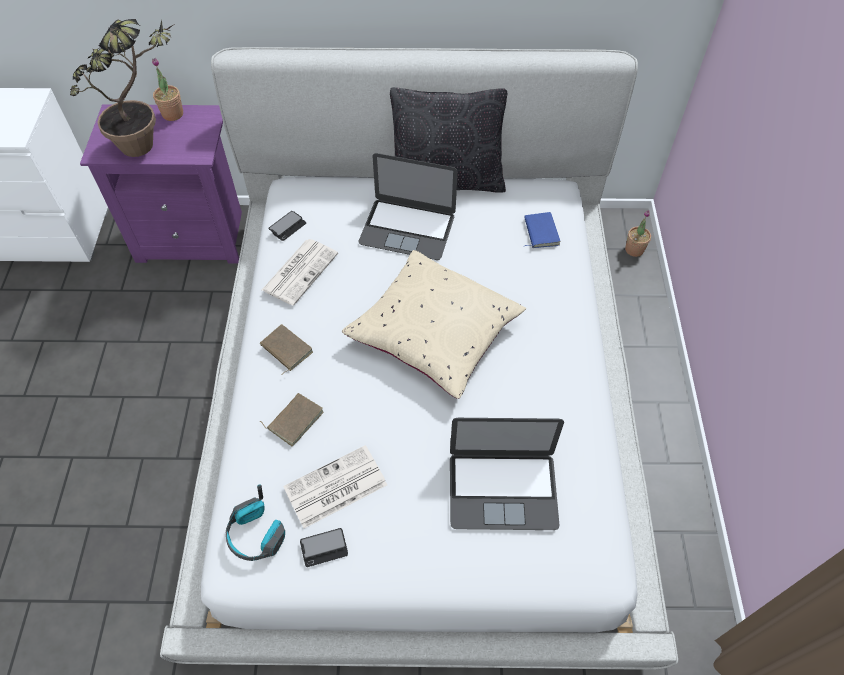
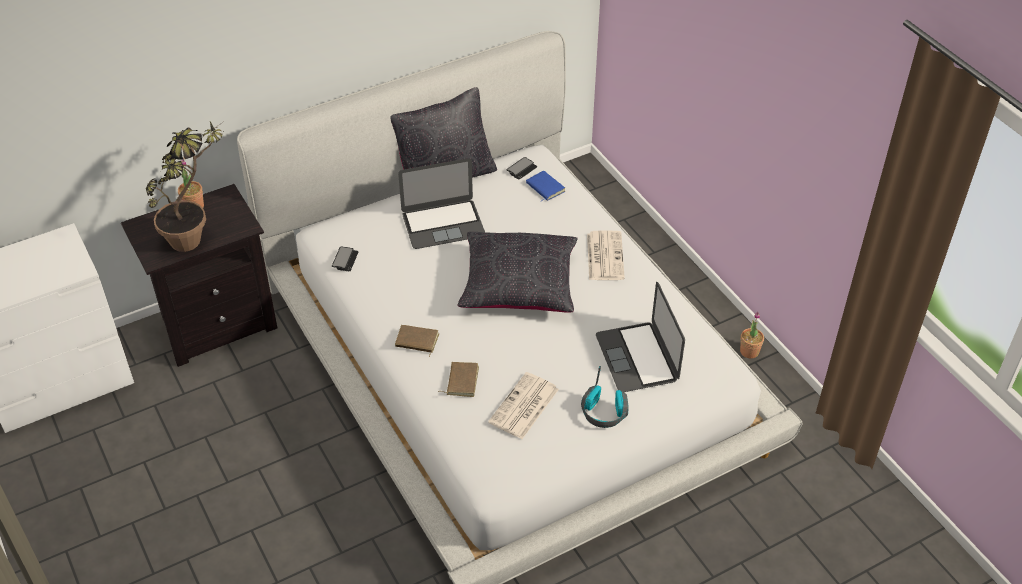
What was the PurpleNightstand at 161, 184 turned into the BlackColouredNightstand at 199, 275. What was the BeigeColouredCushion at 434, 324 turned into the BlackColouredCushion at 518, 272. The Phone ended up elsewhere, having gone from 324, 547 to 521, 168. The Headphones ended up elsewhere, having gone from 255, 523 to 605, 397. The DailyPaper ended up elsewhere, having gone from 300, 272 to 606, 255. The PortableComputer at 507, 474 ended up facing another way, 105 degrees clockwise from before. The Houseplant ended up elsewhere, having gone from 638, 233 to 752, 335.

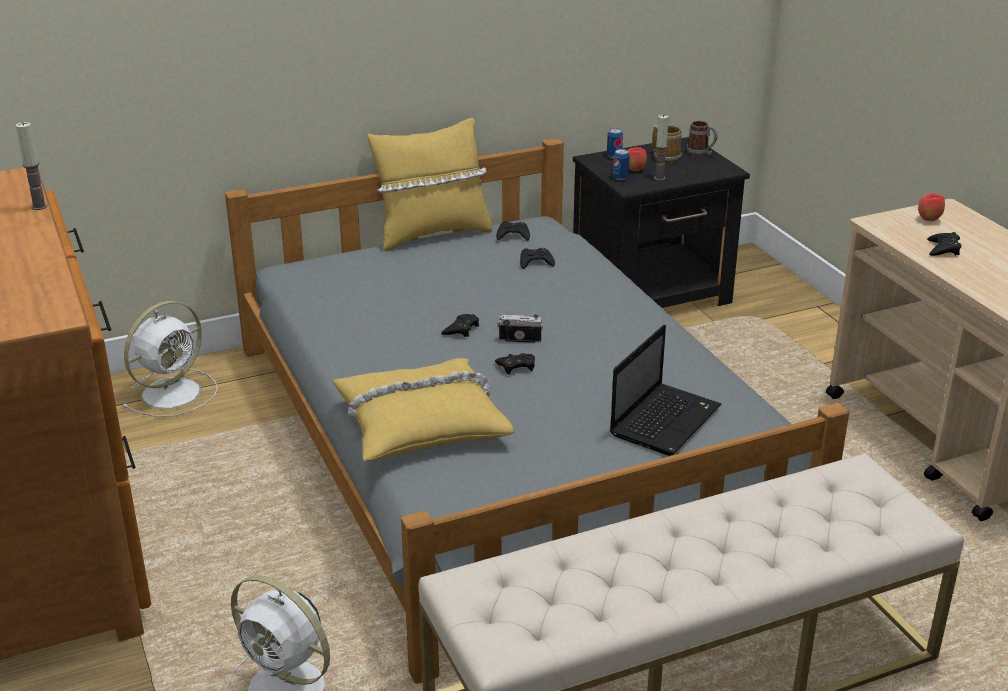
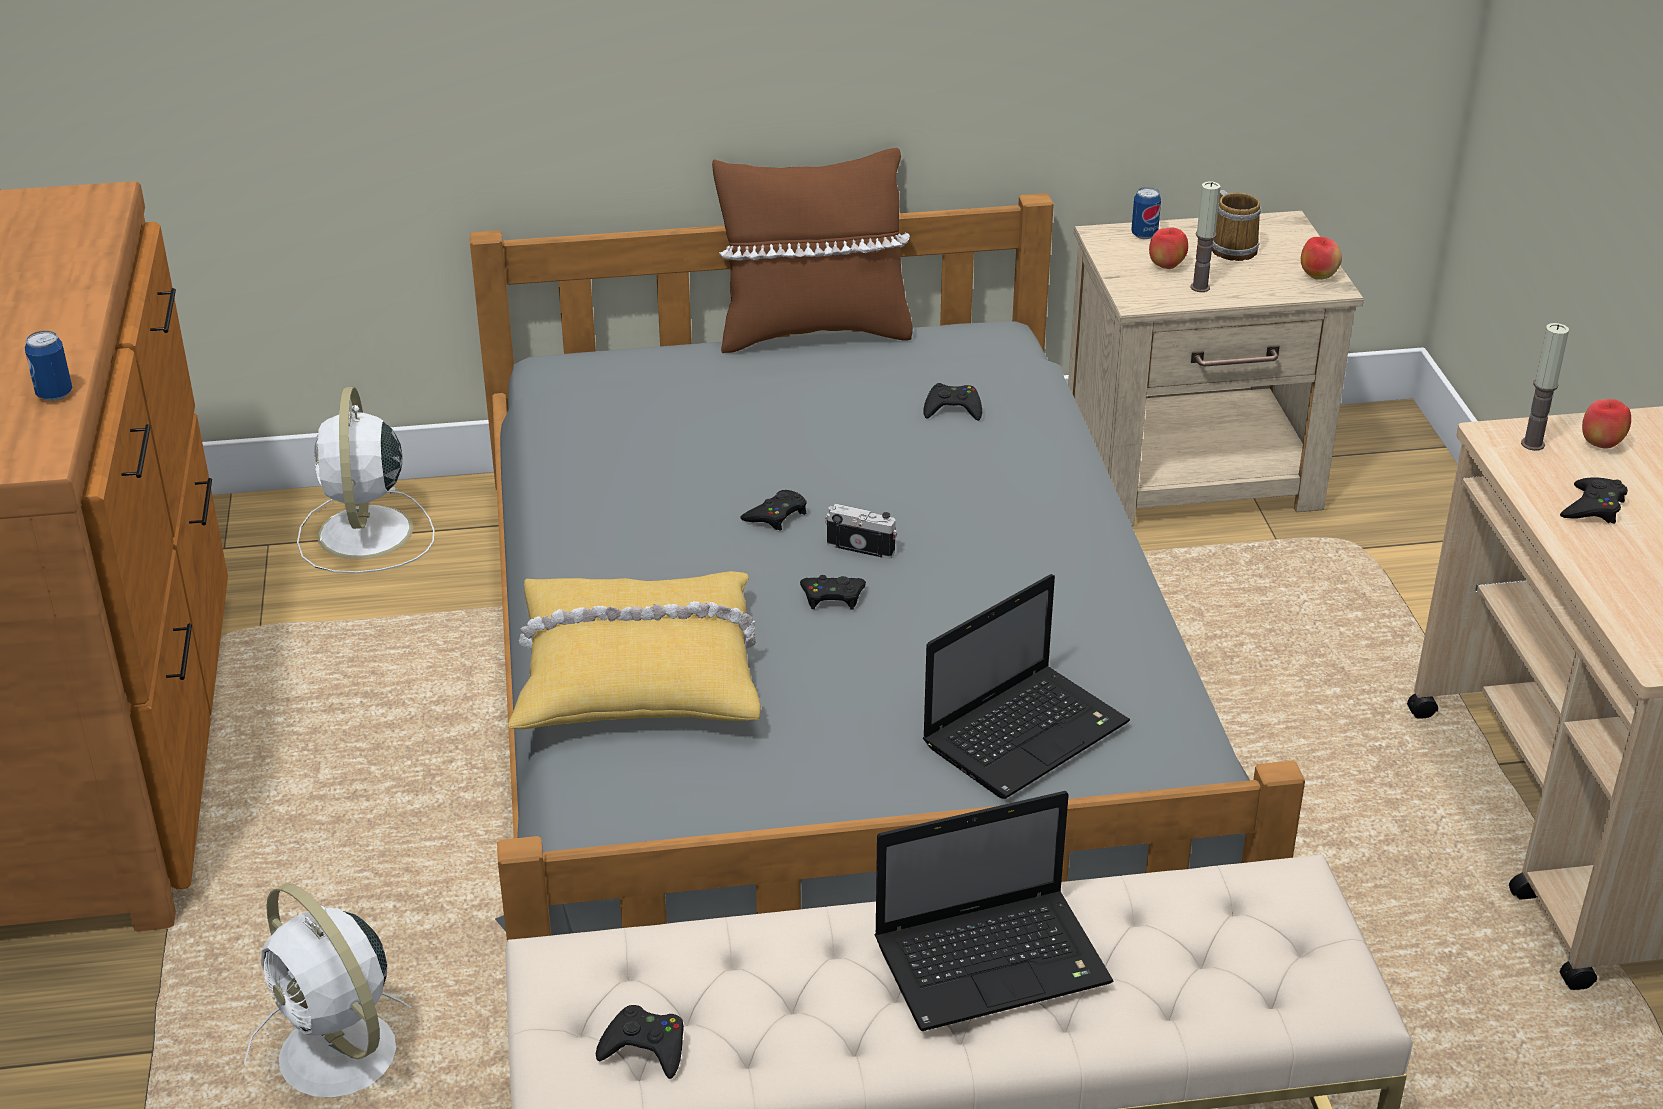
The SealedCan ended up elsewhere, having gone from 621, 164 to 48, 366. The WhiteColouredElectricFan at 170, 359 ended up facing another way, 120 degrees clockwise from before. The BlackColouredJoypad ended up elsewhere, having gone from 513, 231 to 640, 1042. What was the YellowCushion at 430, 184 turned into the BrownColouredCushion at 812, 250. The second view gained the PortableComputer at 994, 911. What was the BlackColouredNightstand at 661, 222 turned into the BeigeColouredNightstand at 1216, 368. The second view gained the WholeApple at 1321, 258. The Candle ended up elsewhere, having gone from 31, 166 to 1545, 387. The second view lost the CoffeeMug at 702, 138.

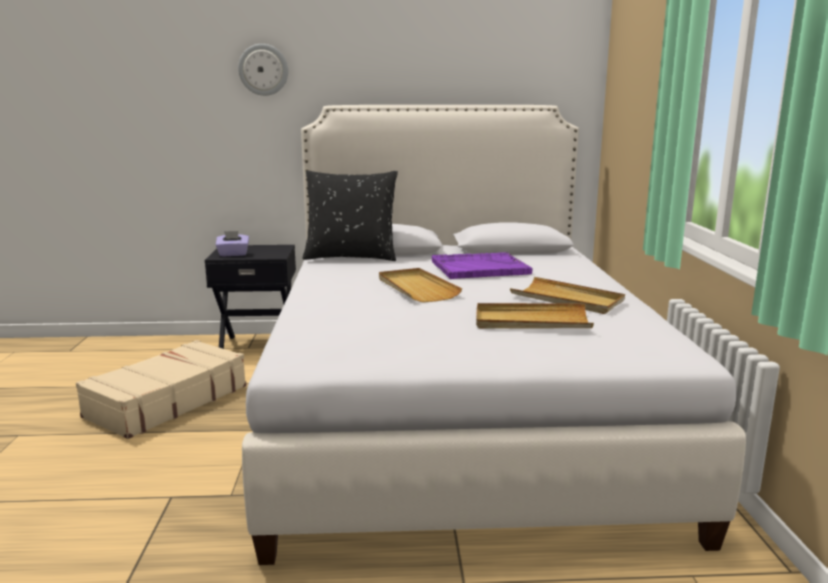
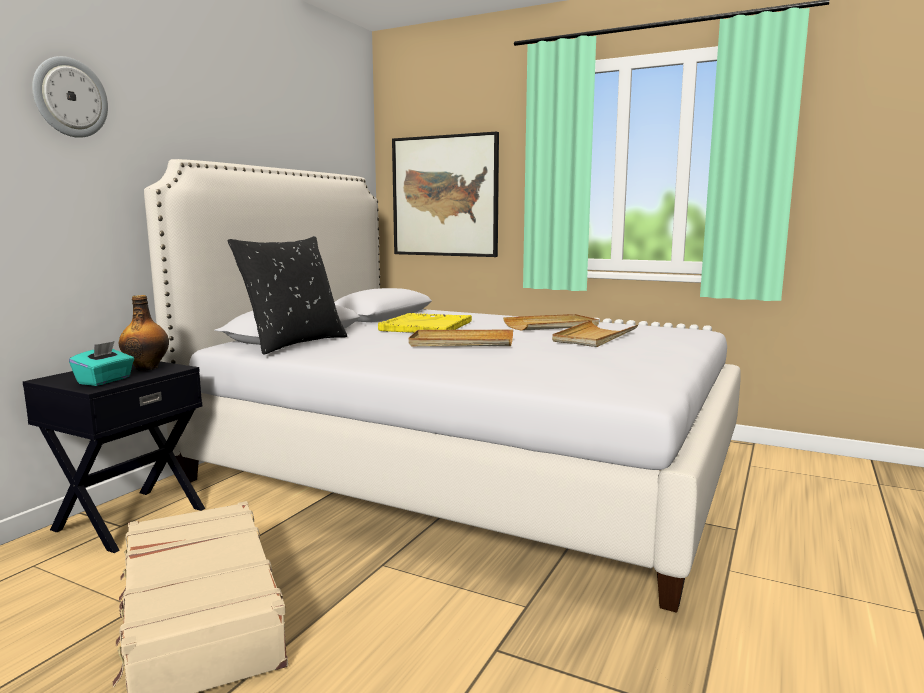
What was the PurpleTissueHolder at 232, 243 turned into the TurquoiseColouredTissueHolder at 101, 363. The second view gained the DrinkBottle at 144, 333. What was the PurpleServingTray at 482, 265 turned into the YellowServingTray at 425, 323. The second view gained the WallArt at 445, 194.

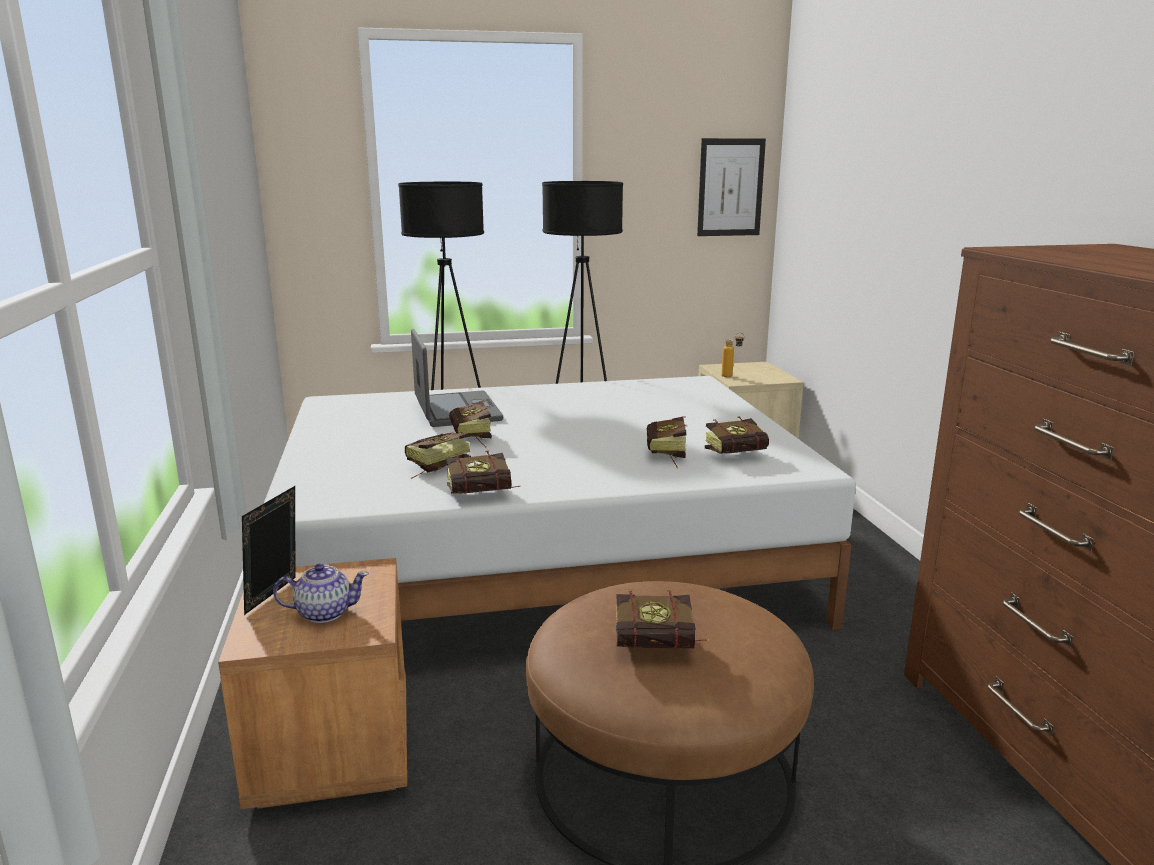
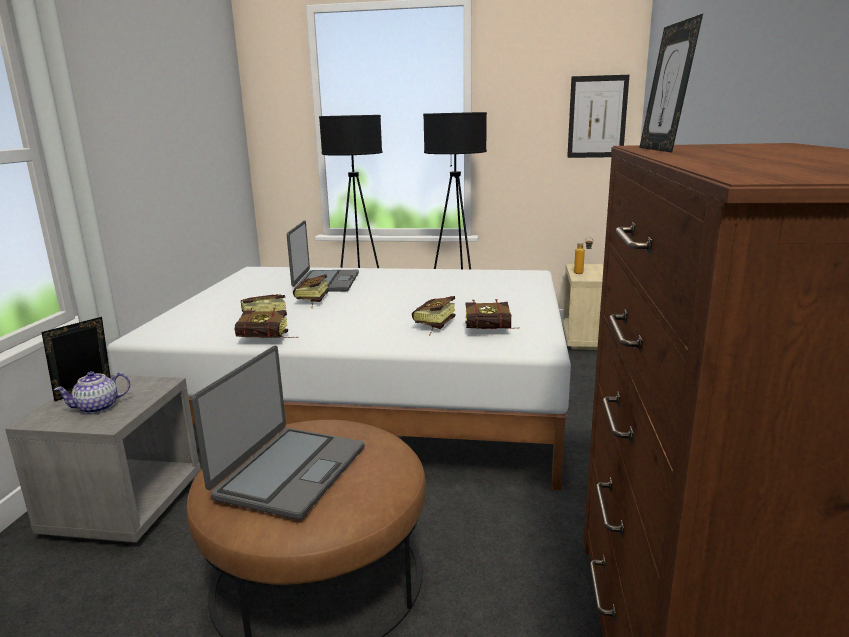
What was the BrownColouredNightstand at 312, 683 turned into the GreyNightstand at 103, 459. The PotForTea at 321, 593 ended up facing another way, 135 degrees clockwise from before. Where the Book stood at 662, 618, the PortableComputer came to stand at 277, 432. The second view gained the PictureFrame at 671, 83.

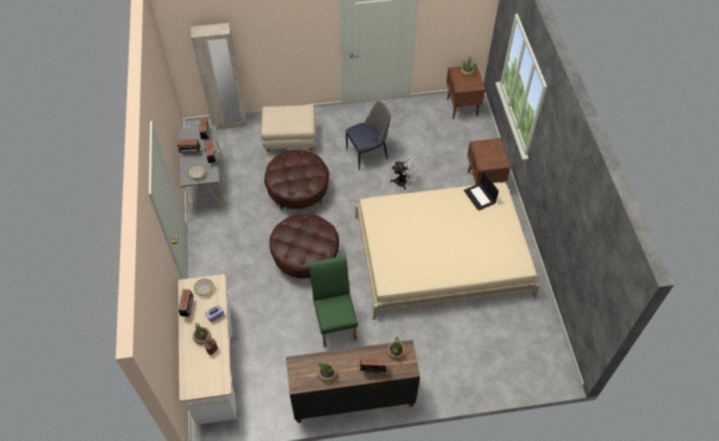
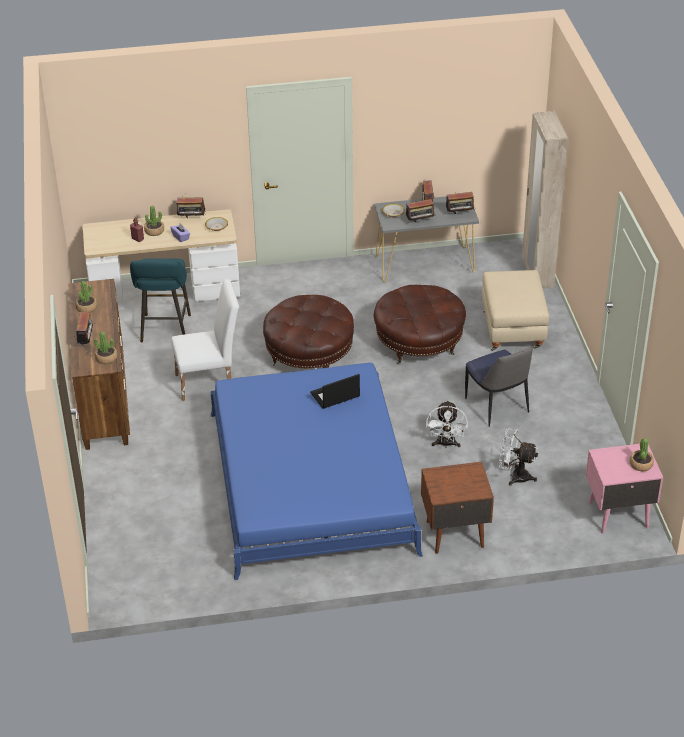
The second view gained the TurquoiseColouredStool at 160, 300. What was the GreenUprightChair at 333, 302 turned into the WhiteColouredUprightChair at 205, 340. What was the BeigeColouredSleepingBed at 447, 251 turned into the BlueColouredSleepingBed at 316, 471. The PortableComputer ended up elsewhere, having gone from 481, 191 to 335, 391. The second view gained the WhiteColouredElectricFan at 518, 457. What was the BrownColouredNightstand at 465, 92 turned into the PinkishNightstand at 624, 489.

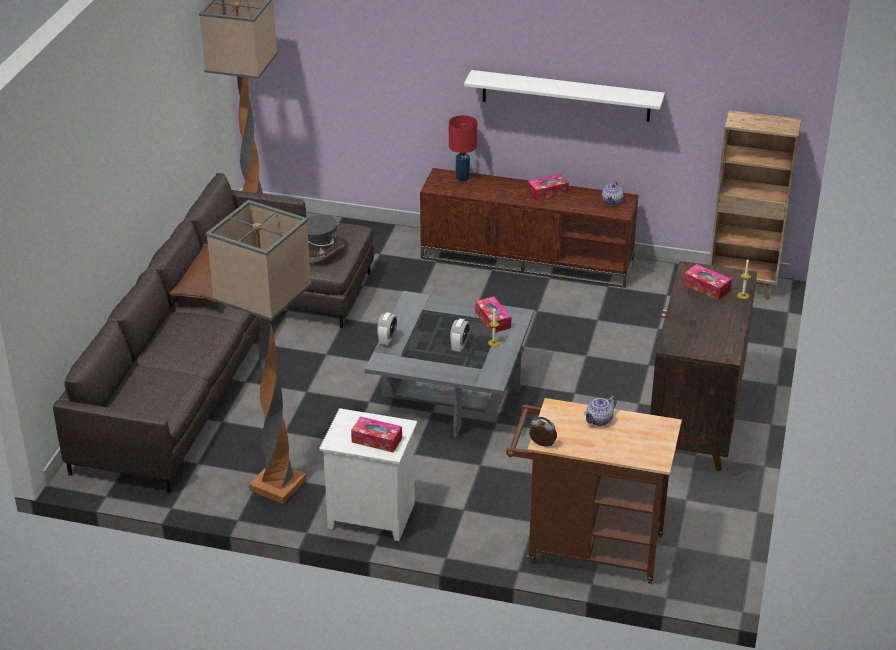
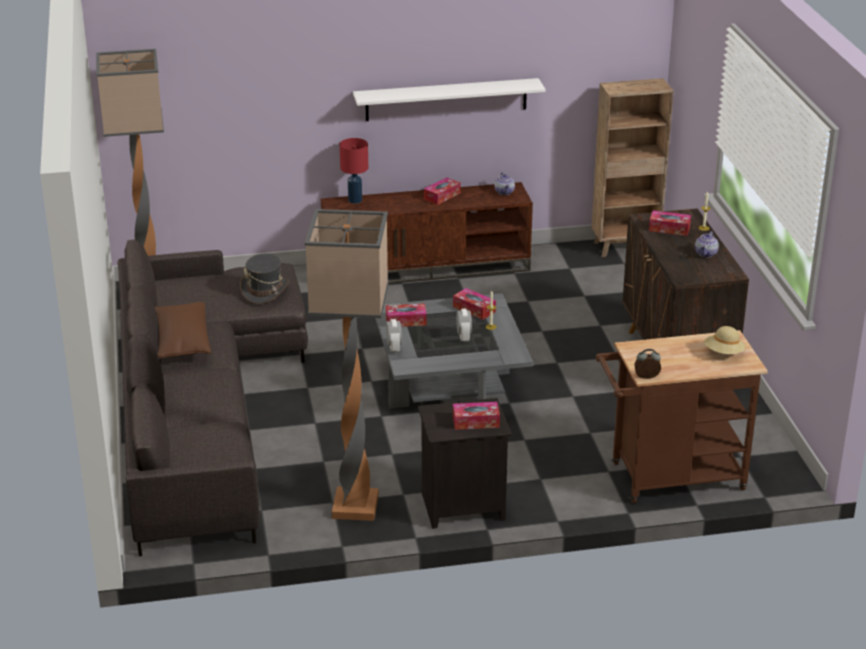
The second view gained the TissueHolder at 406, 315. What was the WhiteColouredNightstand at 368, 474 turned into the BlackColouredNightstand at 465, 463. The PotForTea ended up elsewhere, having gone from 600, 411 to 707, 244. The second view gained the BeigeColouredHat at 725, 340.

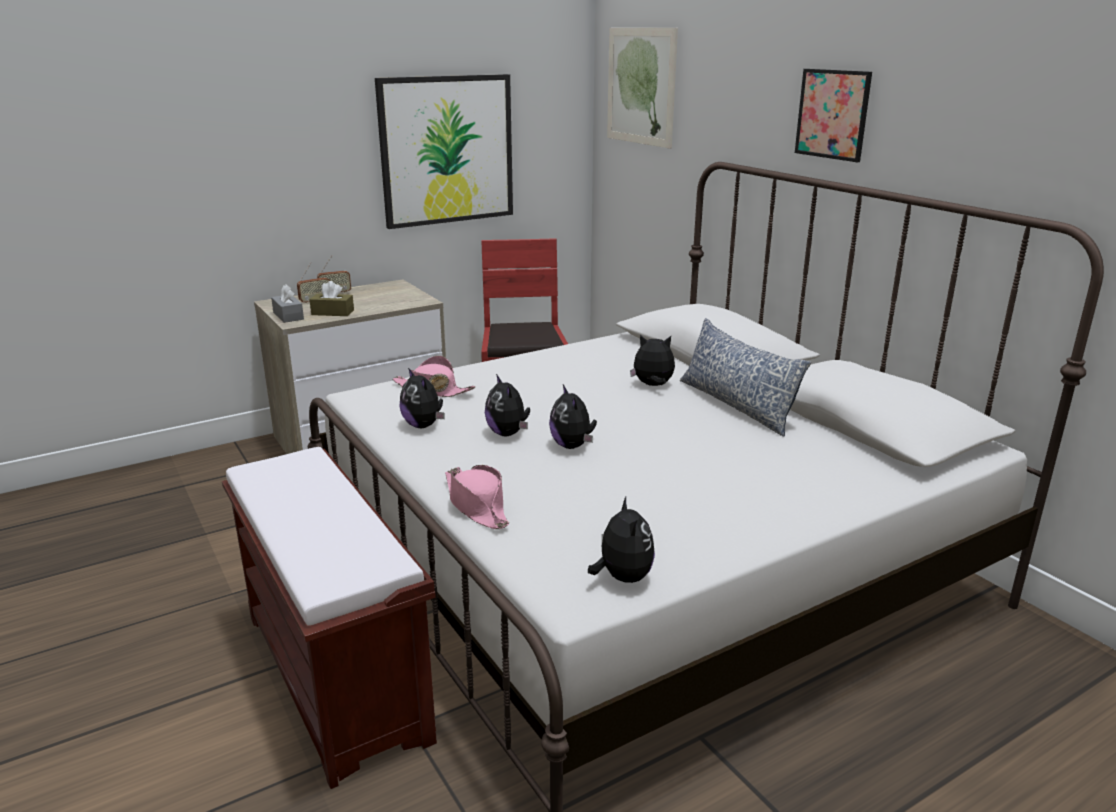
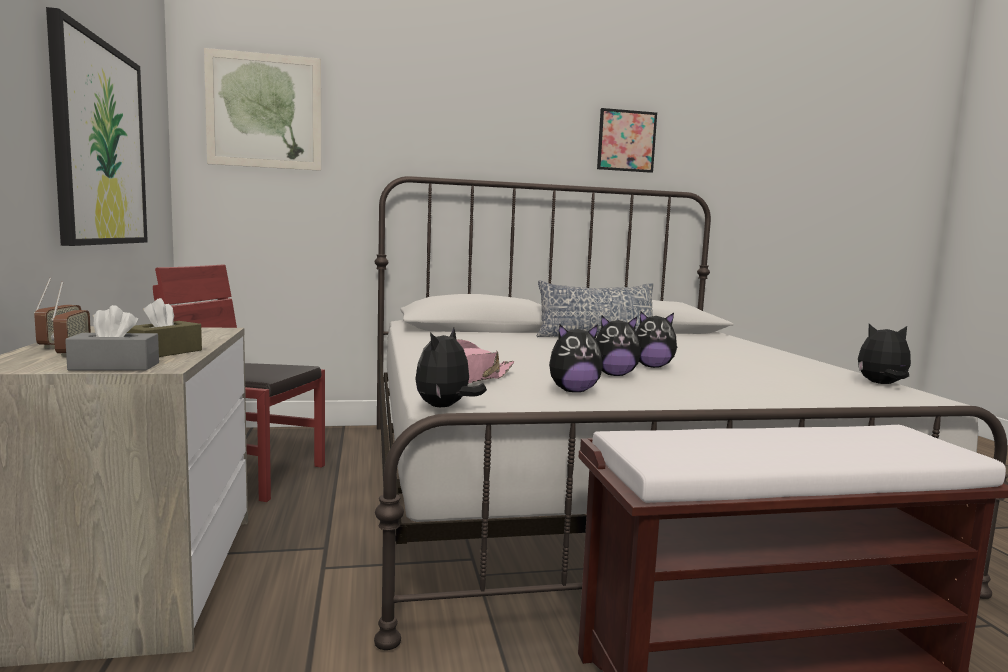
The PlushToy ended up elsewhere, having gone from 652, 360 to 451, 367. The WallArt ended up elsewhere, having gone from 833, 115 to 627, 140. The second view lost the PinkishHat at 477, 497.

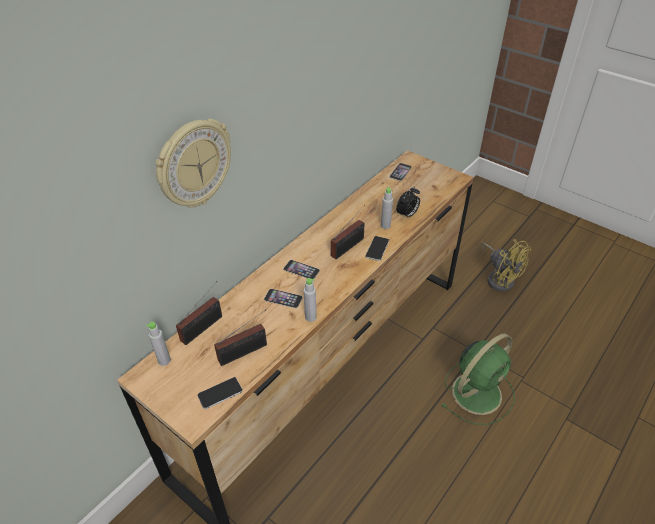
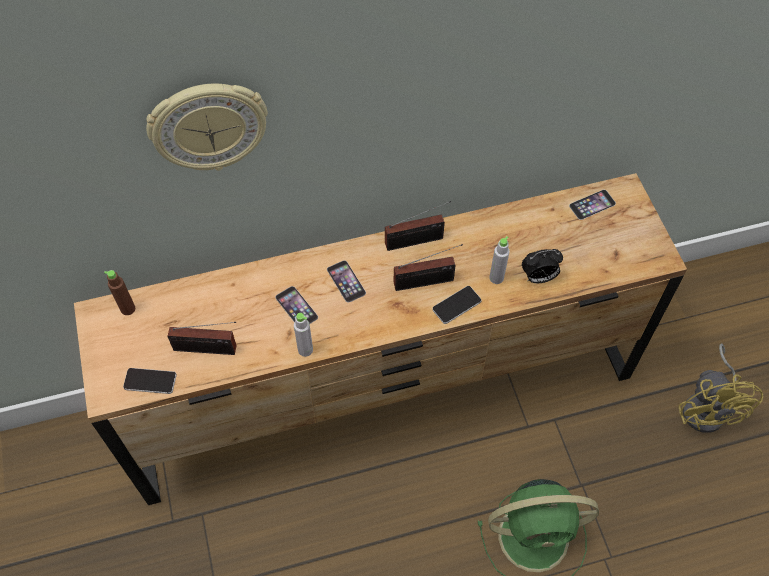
What was the GreyDrinkBottle at 158, 344 turned into the BrownColouredDrinkBottle at 119, 292. The RadioSet ended up elsewhere, having gone from 199, 313 to 418, 226.

